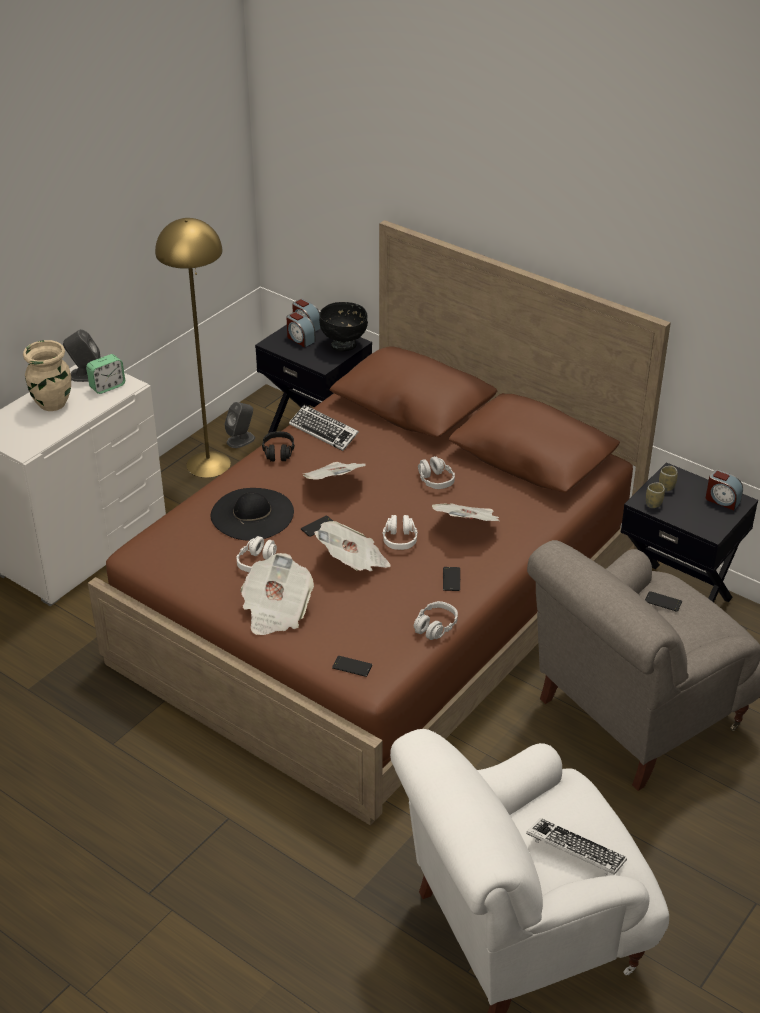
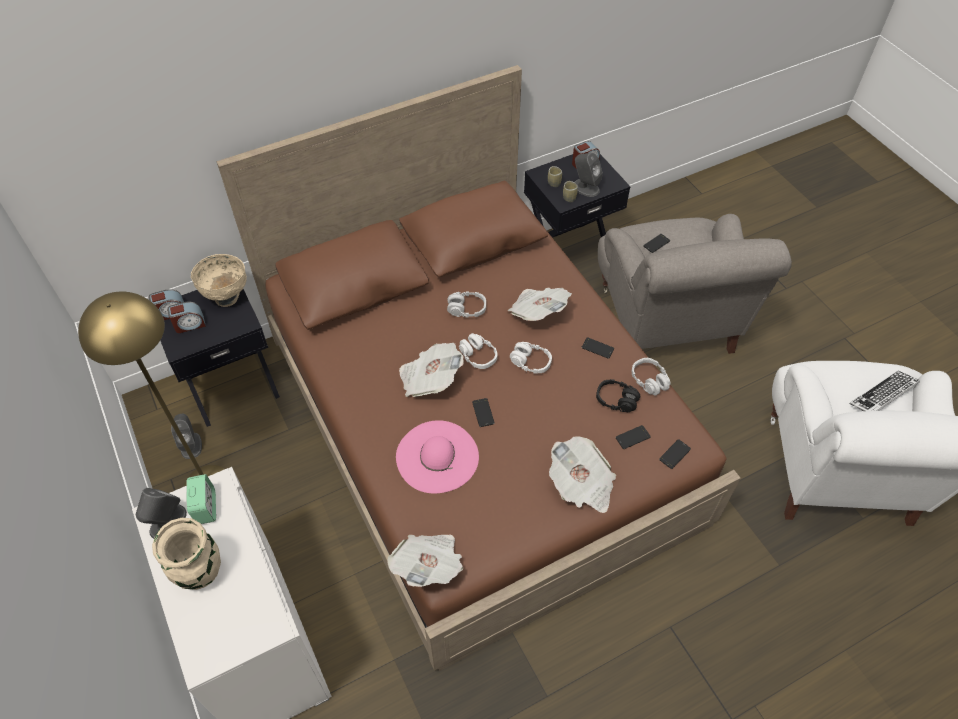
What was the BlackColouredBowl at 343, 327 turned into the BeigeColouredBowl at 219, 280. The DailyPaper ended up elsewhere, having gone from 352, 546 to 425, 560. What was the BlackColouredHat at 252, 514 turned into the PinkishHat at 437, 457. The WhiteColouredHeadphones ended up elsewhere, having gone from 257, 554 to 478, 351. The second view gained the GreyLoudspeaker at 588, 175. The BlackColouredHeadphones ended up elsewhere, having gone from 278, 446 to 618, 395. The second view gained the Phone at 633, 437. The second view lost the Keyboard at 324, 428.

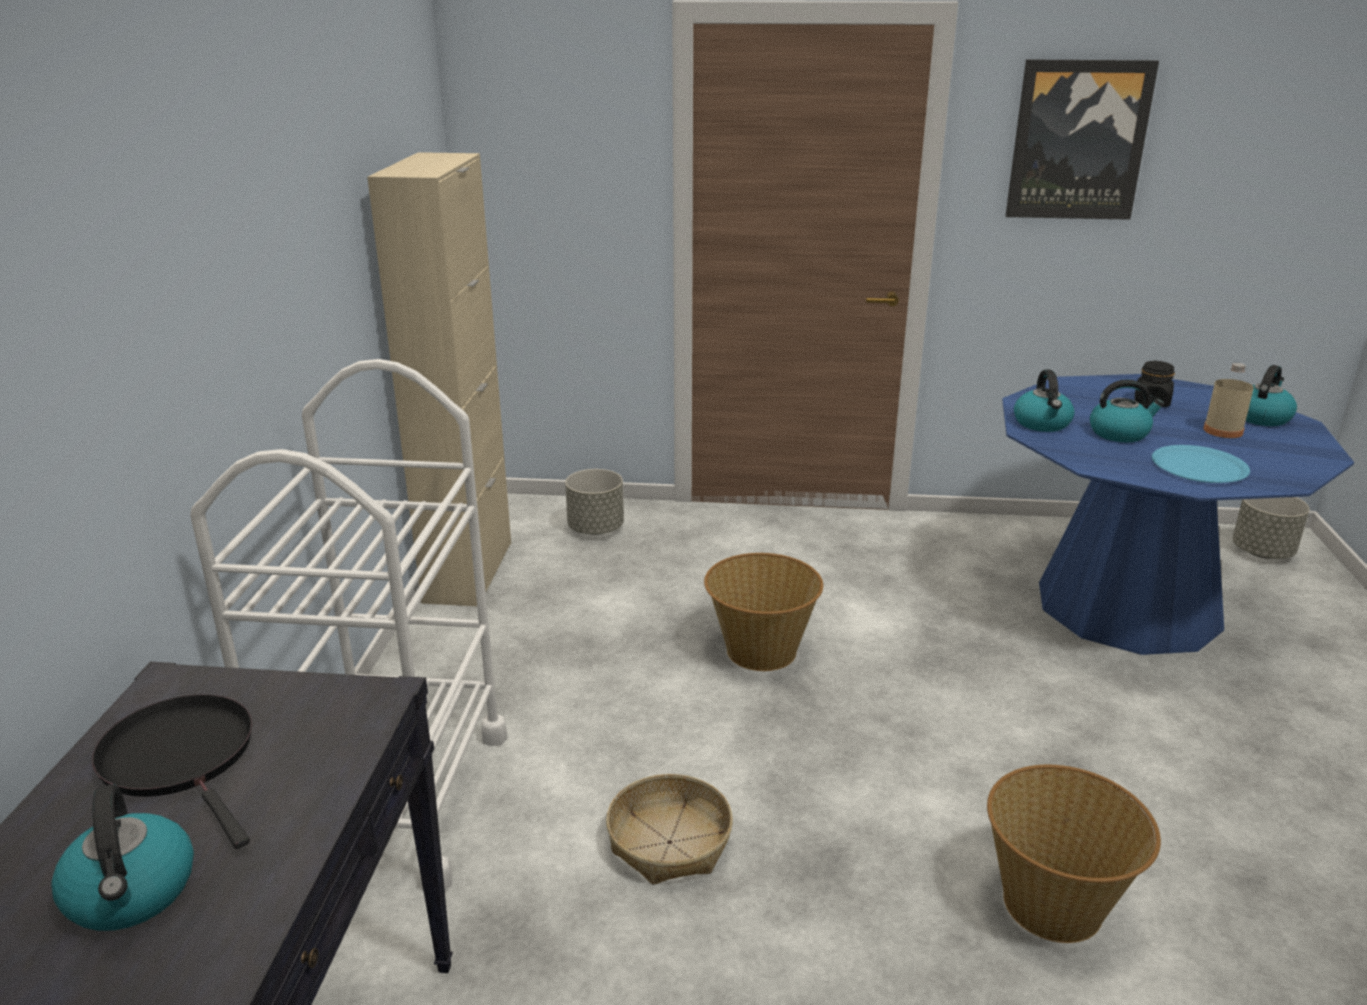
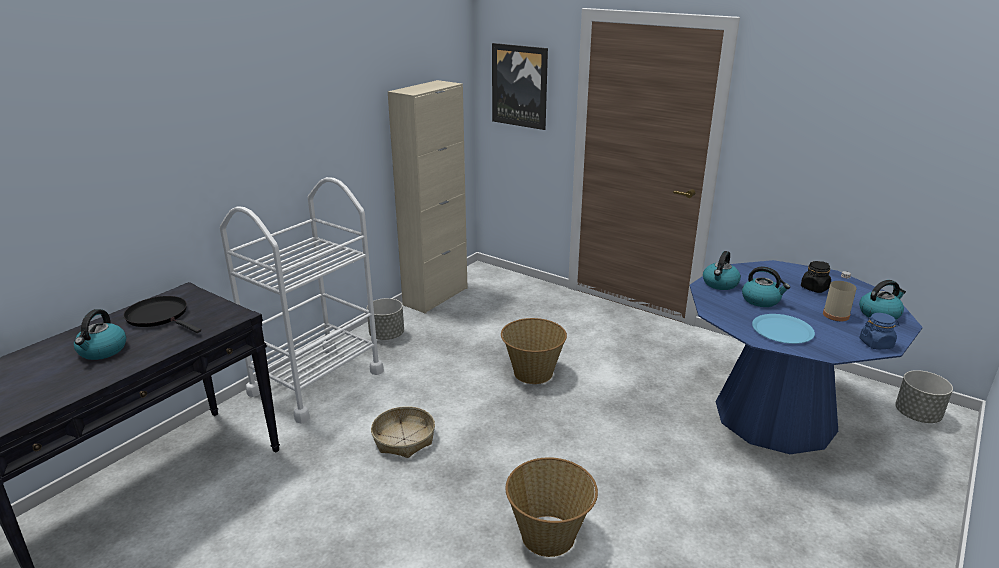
The BlackColouredPan at 172, 771 ended up facing another way, 45 degrees counterclockwise from before. The GreyFlowerPot ended up elsewhere, having gone from 594, 502 to 385, 319. The WallArt ended up elsewhere, having gone from 1082, 139 to 520, 86. The second view gained the BlueColouredPreserveJar at 879, 331.

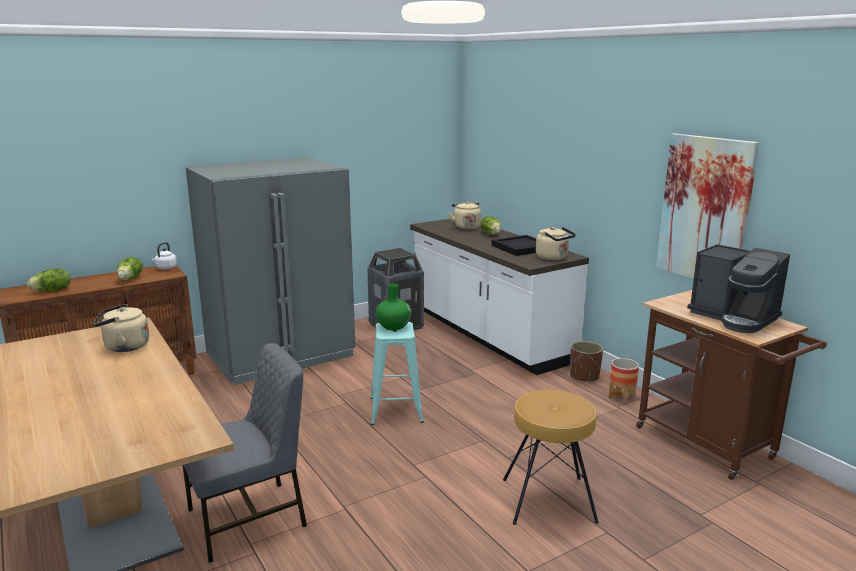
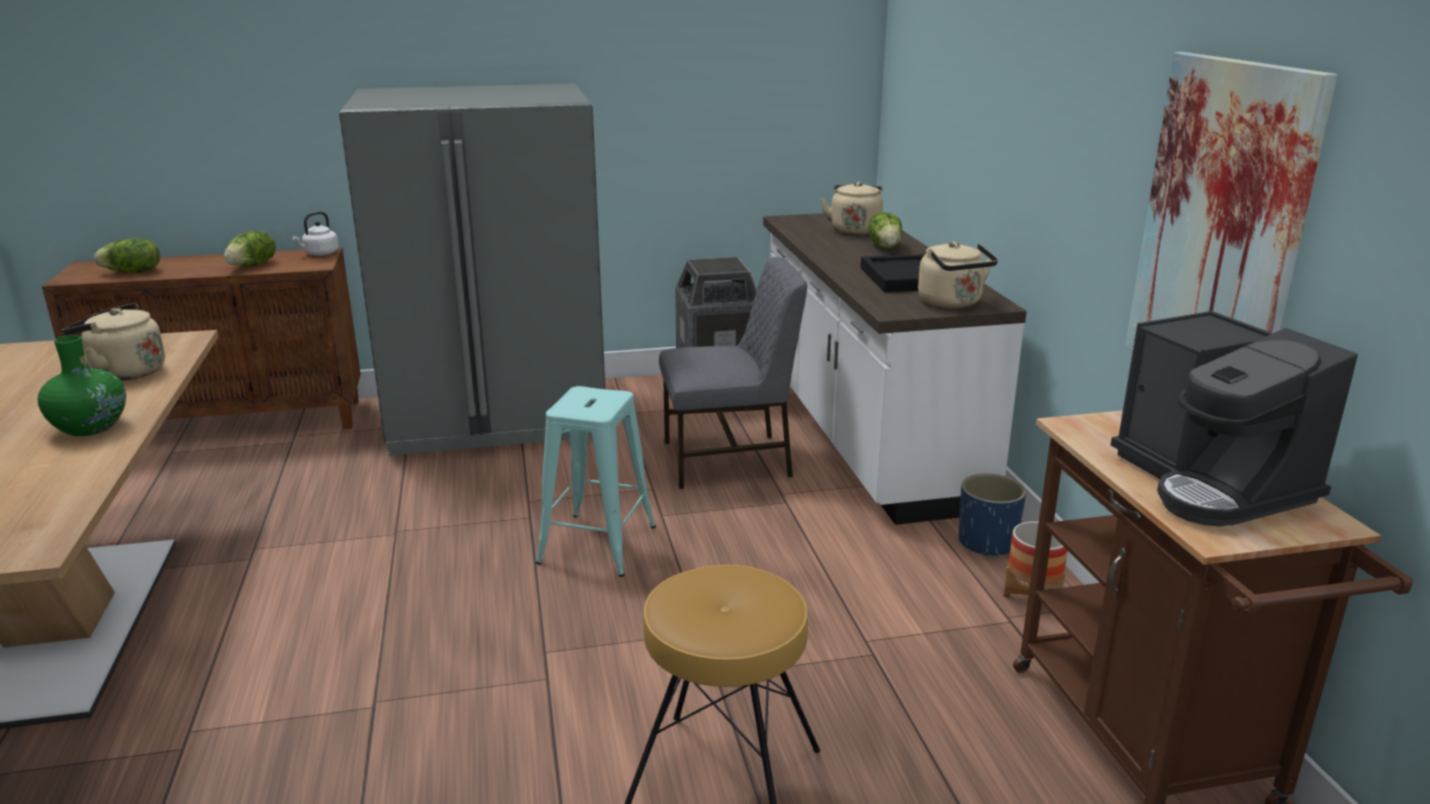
The GreenDecorativeVase ended up elsewhere, having gone from 393, 306 to 82, 385. The GreyUprightChair ended up elsewhere, having gone from 245, 453 to 733, 373. What was the BrownColouredFlowerPot at 586, 362 turned into the BlueColouredFlowerPot at 992, 515.

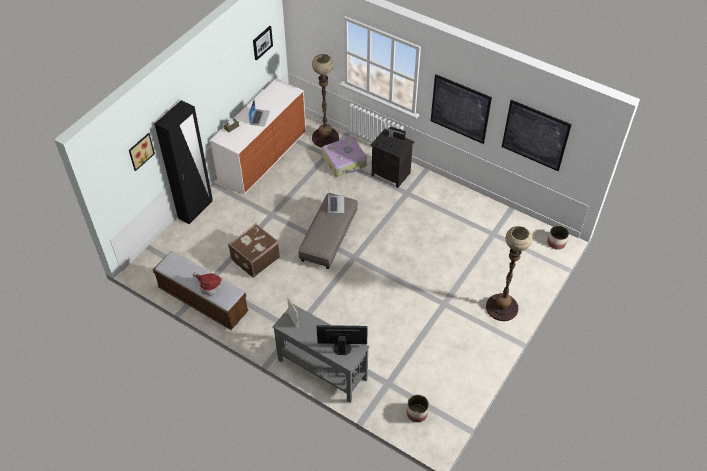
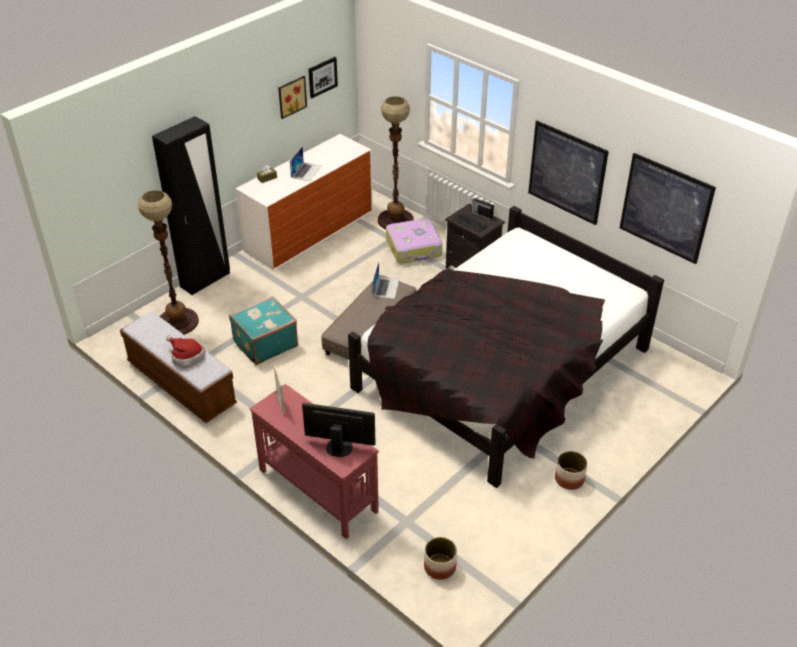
The StandardLamp ended up elsewhere, having gone from 509, 273 to 168, 262. What was the BrownColouredTravelCase at 254, 250 turned into the TurquoiseColouredTravelCase at 263, 330. What was the GreyNarrowTable at 321, 353 turned into the RedNarrowTable at 314, 461. The WallArt ended up elsewhere, having gone from 142, 152 to 292, 97. The second view gained the BlackColouredSleepingBed at 506, 347. The FlowerPot ended up elsewhere, having gone from 558, 238 to 571, 470.

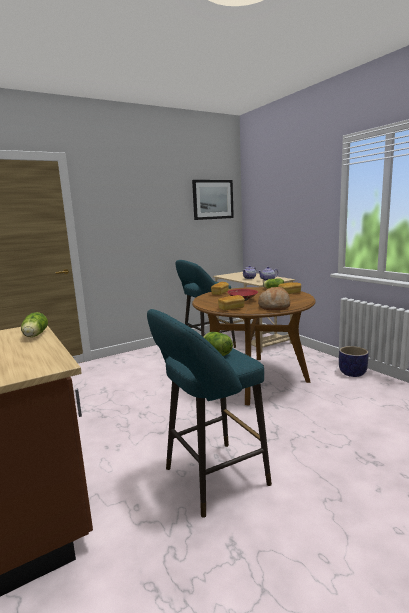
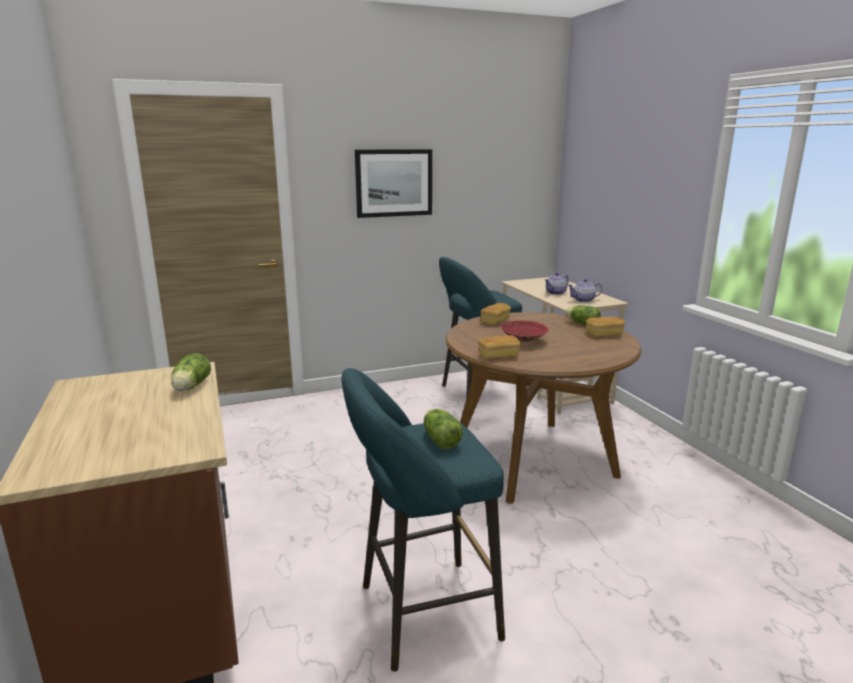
The WallArt ended up elsewhere, having gone from 213, 200 to 393, 183. The second view lost the Bread at 274, 298. The second view lost the FlowerPot at 354, 361.

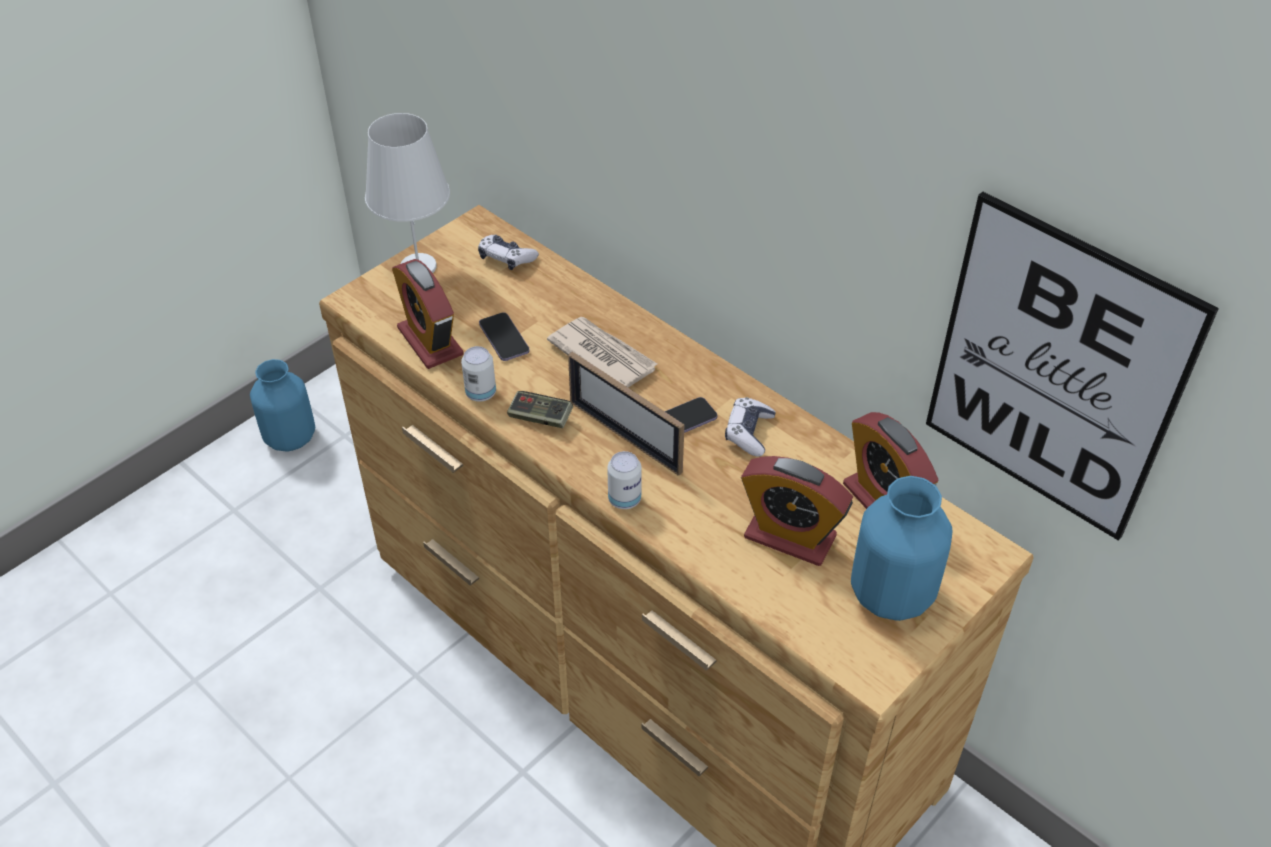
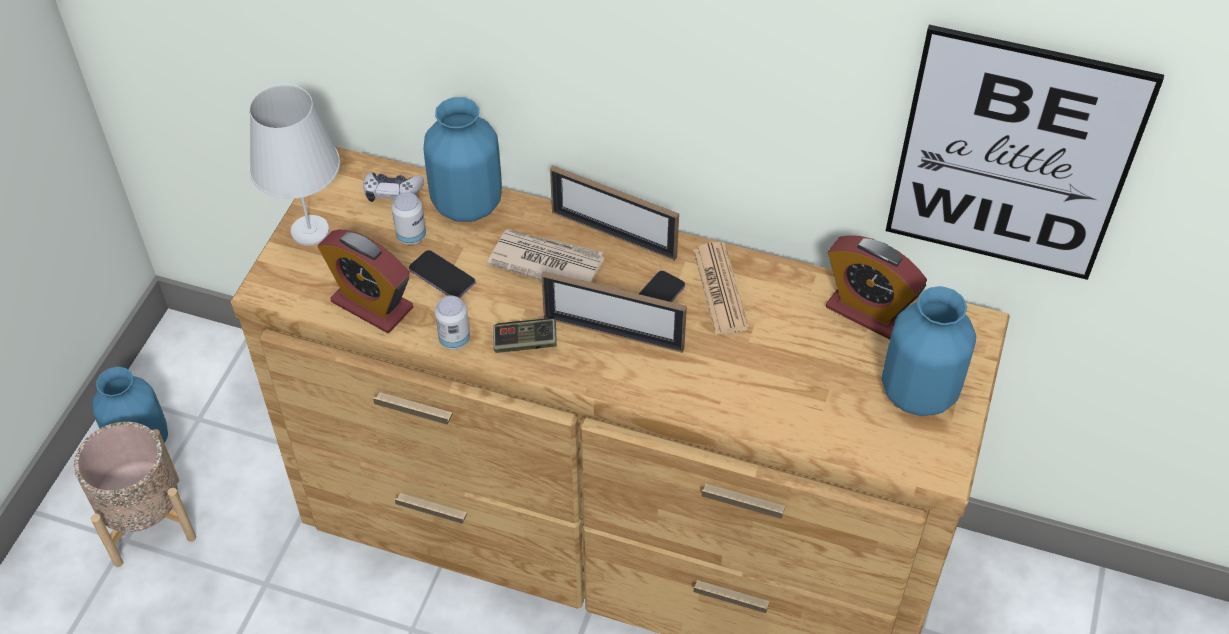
The second view gained the BeigeColouredFlowerPot at 135, 494. The SealedCan ended up elsewhere, having gone from 624, 480 to 409, 218. The second view gained the BlueColouredDecorativeVase at 463, 159. The second view gained the PictureFrame at 614, 213. Where the Joypad stood at 750, 427, the DailyPaper came to stand at 721, 288. The second view lost the AlarmClock at 797, 511.

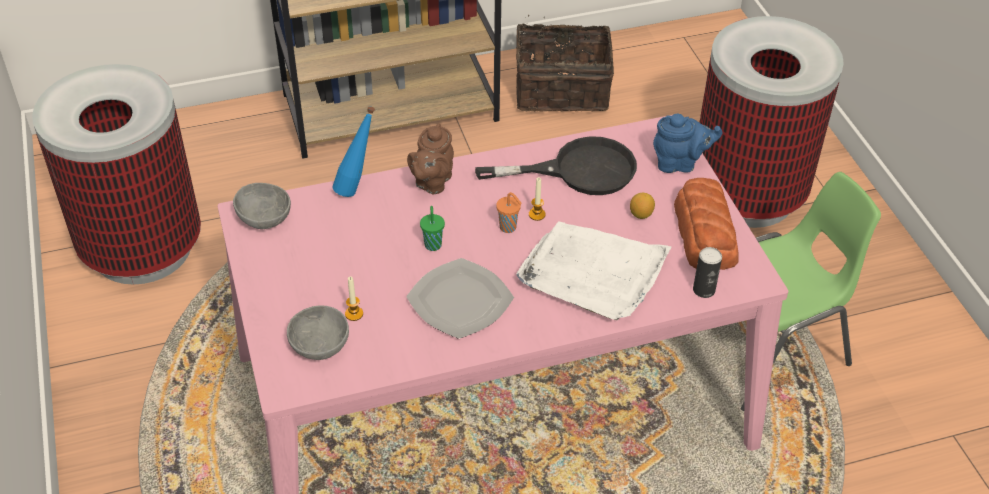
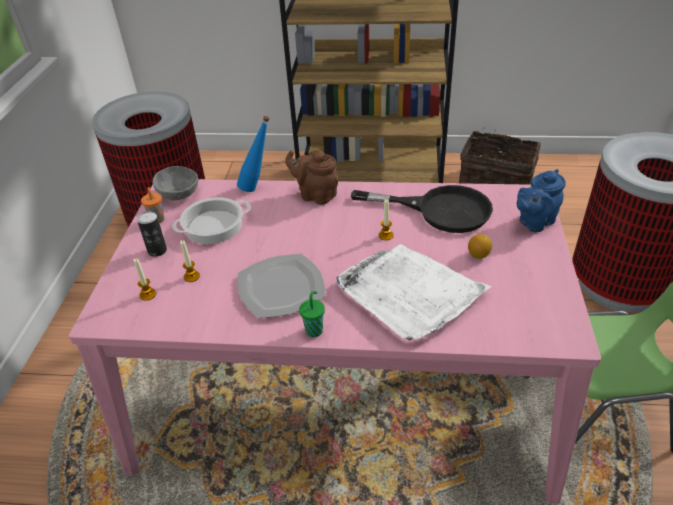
Where the GreyBowl stood at 318, 332, the Candle came to stand at 145, 279. The SealedCan ended up elsewhere, having gone from 707, 272 to 152, 234. The OrangeDrinkingCup ended up elsewhere, having gone from 509, 212 to 152, 205. The second view gained the Saucepot at 211, 220. The BrownColouredPotForTea at 430, 158 ended up facing another way, 75 degrees clockwise from before. The GreenDrinkingCup ended up elsewhere, having gone from 432, 228 to 312, 314. The BlueColouredPotForTea at 687, 143 ended up facing another way, 120 degrees clockwise from before. The second view lost the Bread at 706, 224.

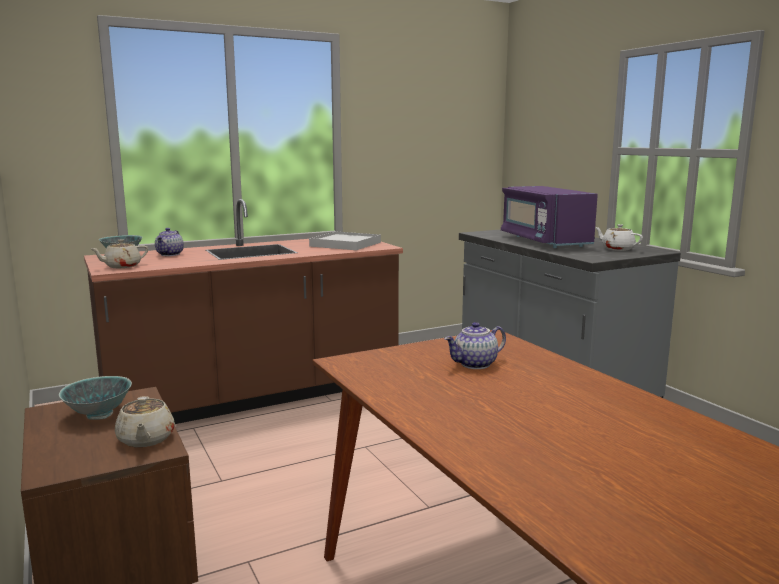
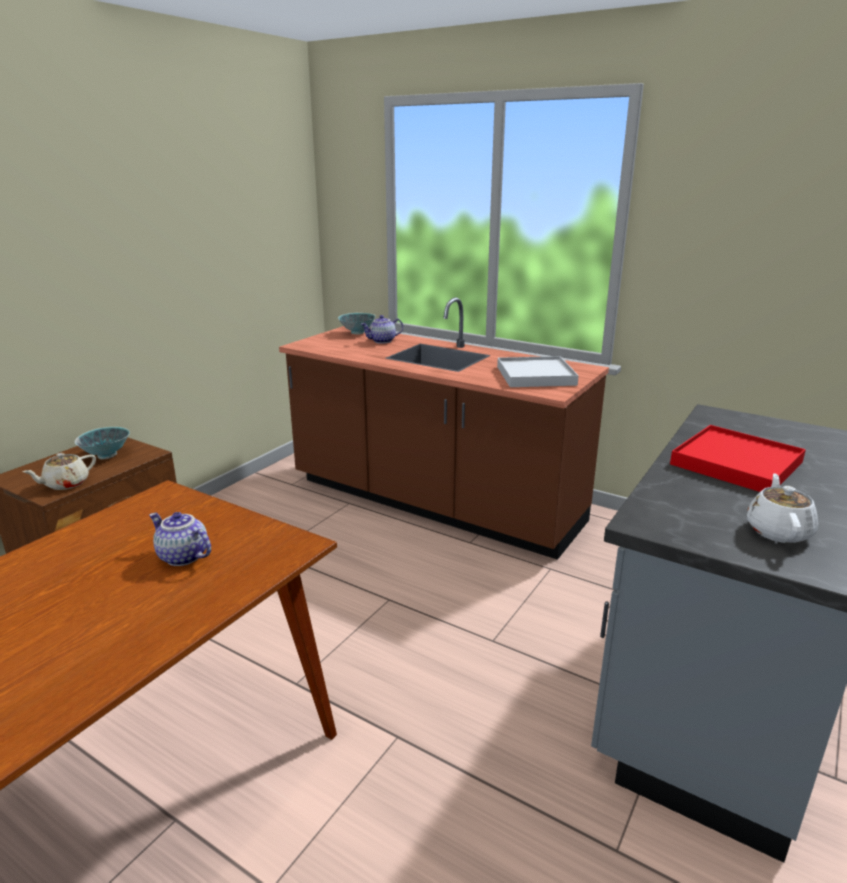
Where the PurpleKitchenMicrowave stood at 549, 217, the RedServingTray came to stand at 738, 458. The second view lost the BeigeColouredPotForTea at 119, 254.

